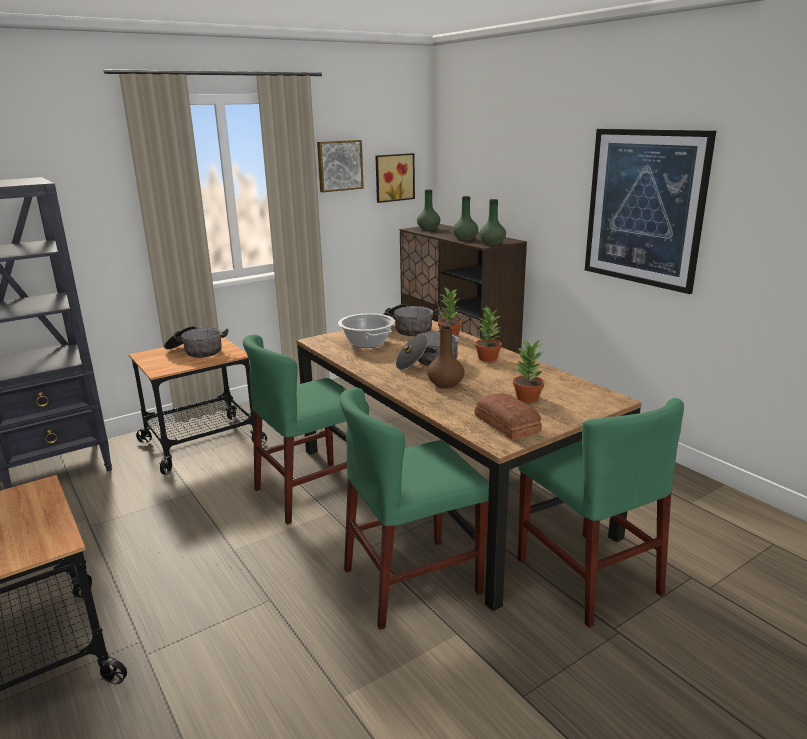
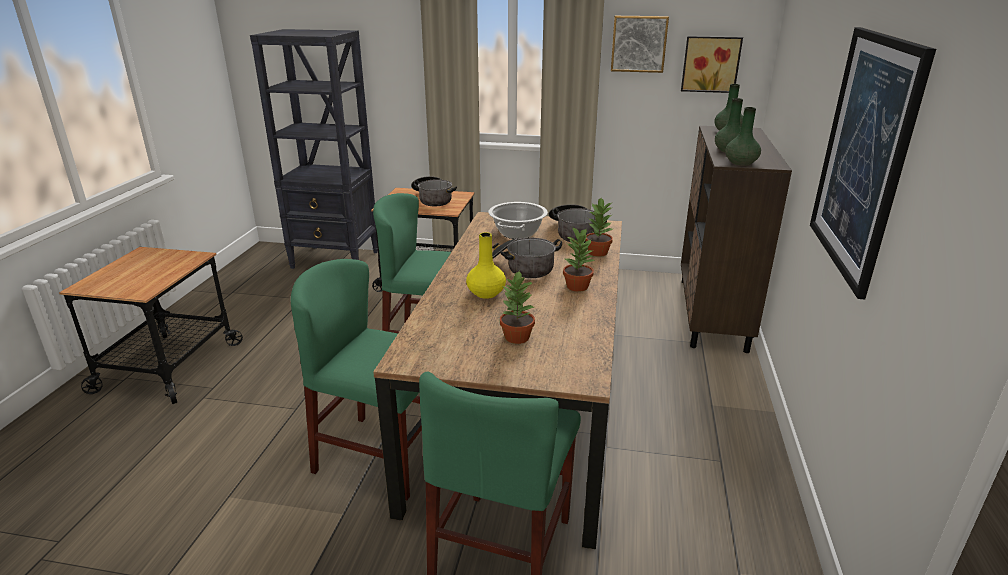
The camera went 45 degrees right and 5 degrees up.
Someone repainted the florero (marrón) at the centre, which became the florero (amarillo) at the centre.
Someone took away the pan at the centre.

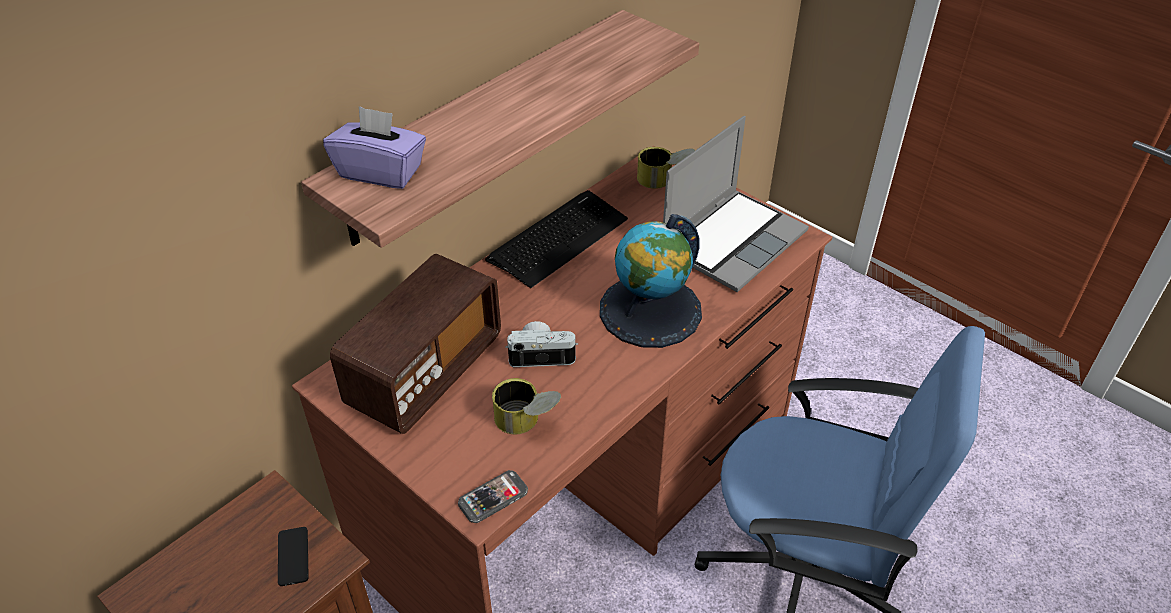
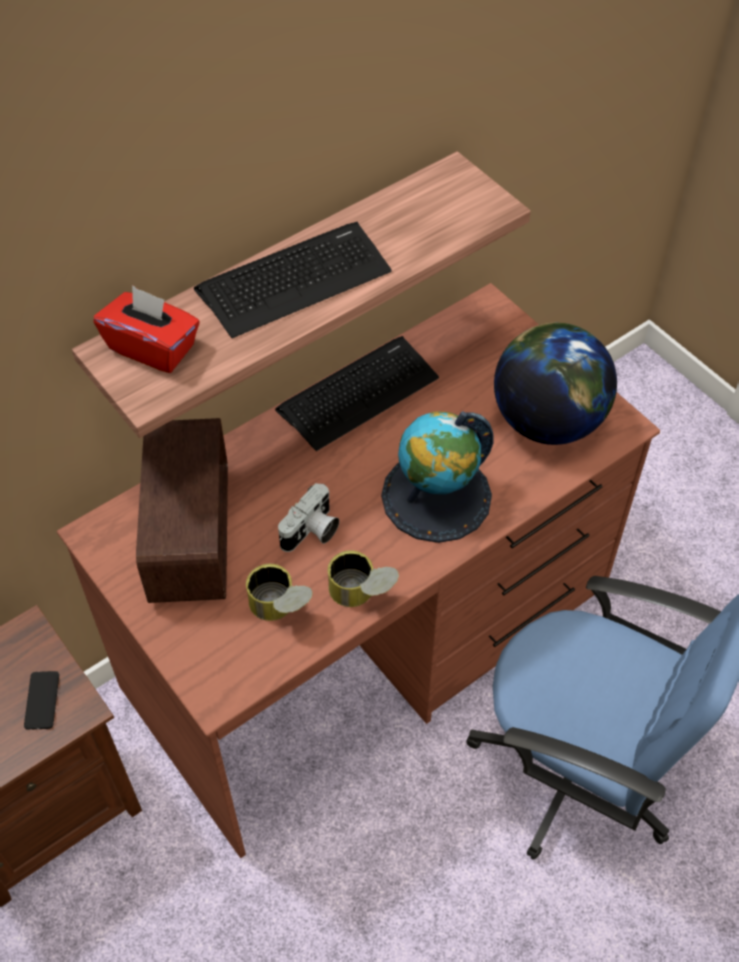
The camera went 10 degrees right and 10 degrees up.
Someone repainted the caja de pañuelos (morado) at the top left, which became the caja de pañuelos (rojo) at the middle left.
Someone rotated the radio at the centre by 45 degrees counterclockwise.
Someone put down the teclado (no. 1 from left) at the top centre.
Someone rotated the cámara at the centre by 120 degrees clockwise.
Someone carried the lata (no. 2 from left) from the top centre to the centre.
Someone swapped the portátil at the top centre for the globo terráqueo (no. 2 from left) at the middle right.
Someone took away the móvil (no. 2 from left) at the bottom centre.

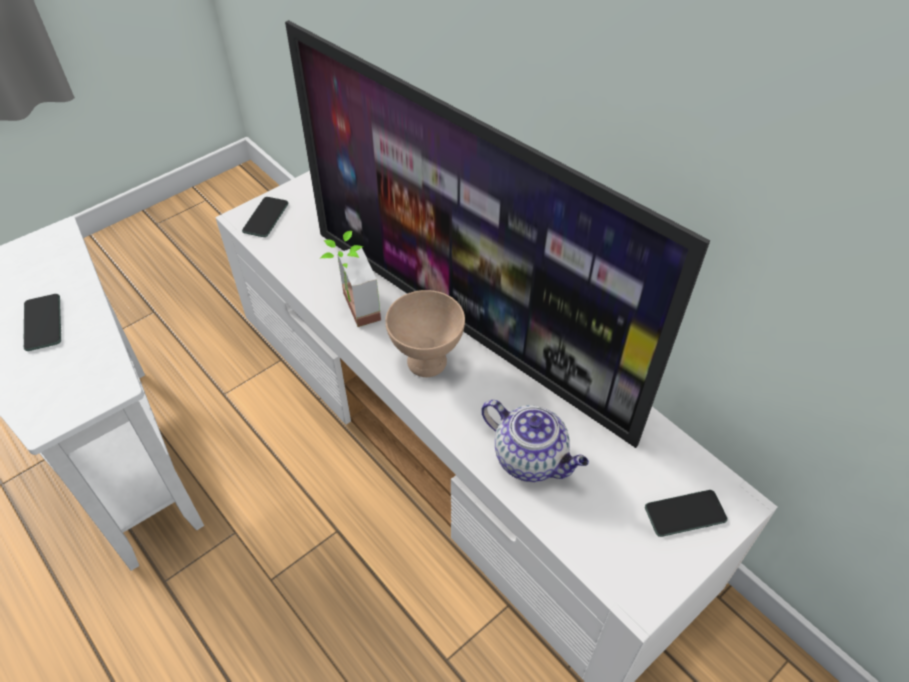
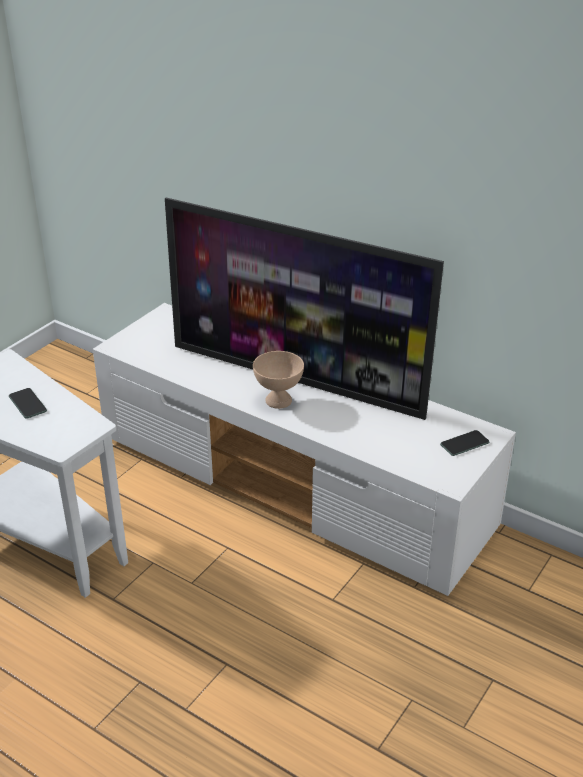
The camera went 15 degrees left and 15 degrees down.
Someone took away the móvil (no. 2 from left) at the top left.
Someone took away the planta en maceta at the centre.
Someone took away the tetera at the centre.

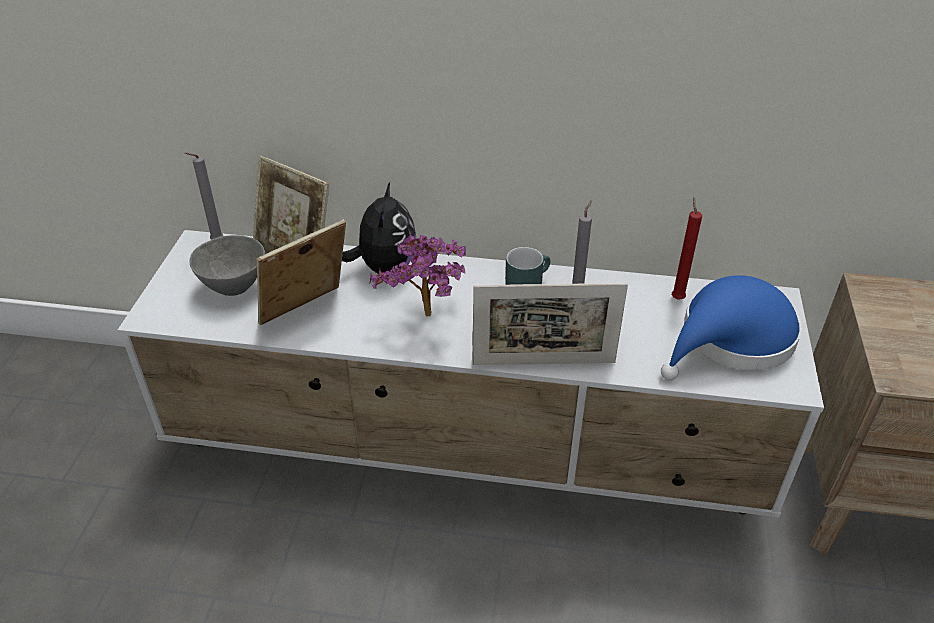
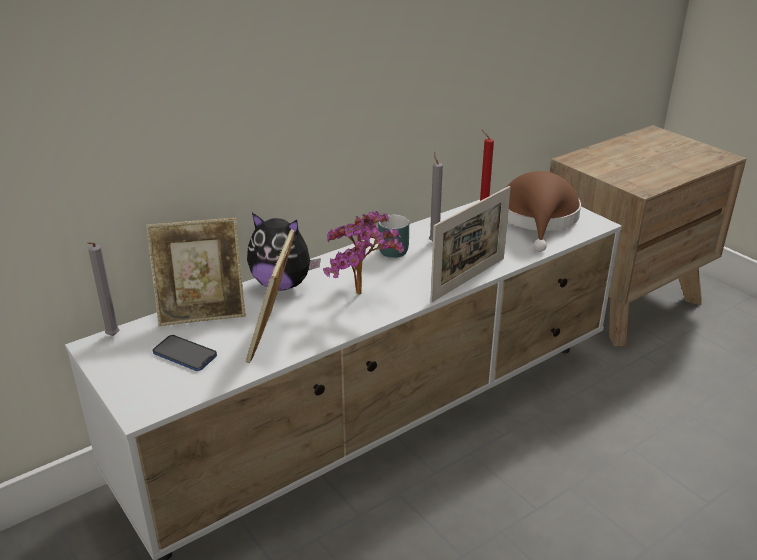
The camera went 45 degrees left and 10 degrees down.
Someone swapped the cuenco (gris) at the middle left for the móvil at the middle left.
Someone rotated the peluche at the centre by 150 degrees clockwise.
Someone repainted the sombrero (azul) at the middle right, which became the sombrero (marrón) at the middle right.

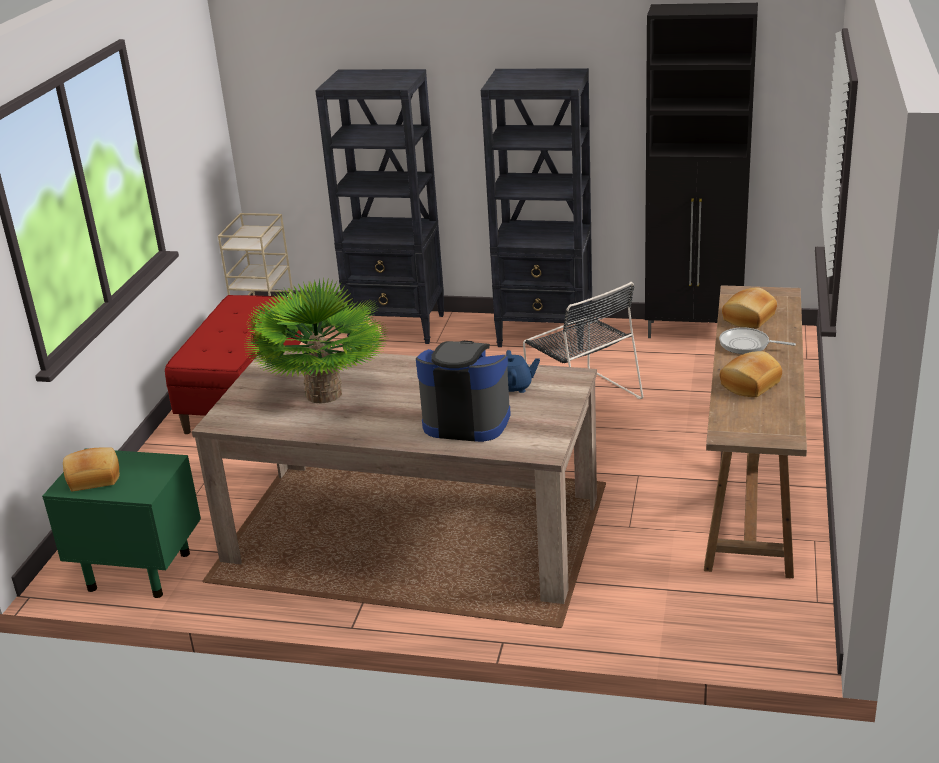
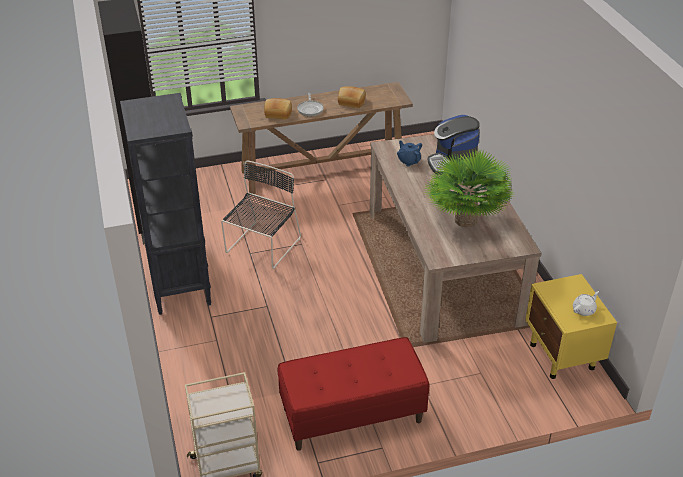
The camera went 120 degrees left and 10 degrees up.
Someone repainted the mesita de noche (verde) at the bottom left, which became the mesita de noche (amarillo) at the bottom right.
Someone swapped the pan (no. 1 from left) at the middle left for the tetera (blanco) at the middle right.
Someone took away the estantería (negro) (no. 1 from left) at the top centre.

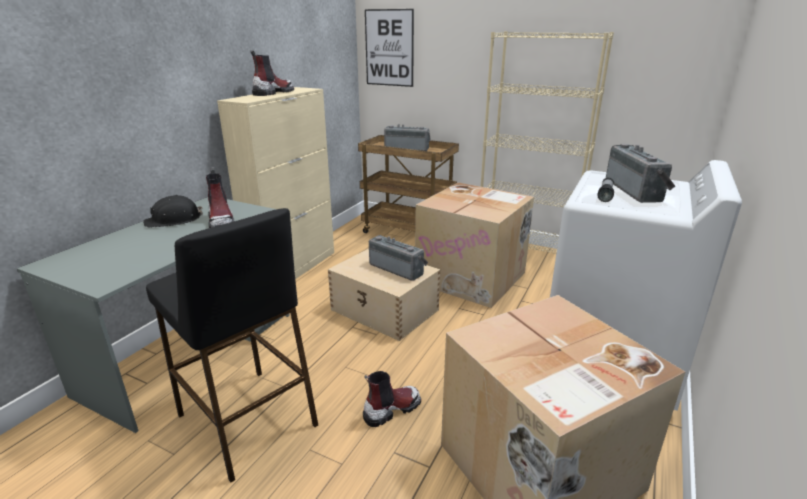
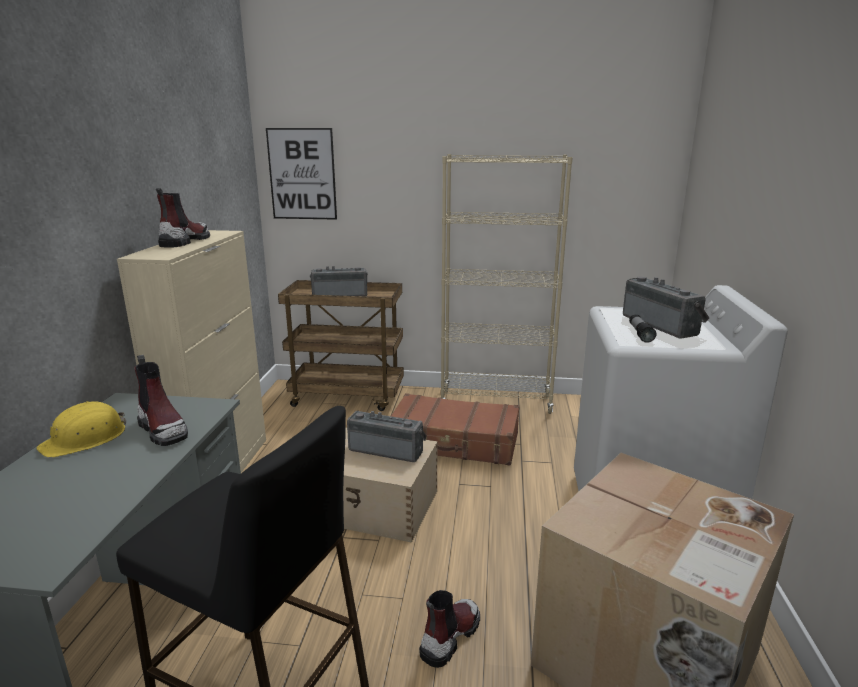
The camera went 20 degrees left and 5 degrees down.
Someone repainted the casco (negro) at the middle left, which became the casco (amarillo) at the middle left.
Someone swapped the caja de cartón (no. 1 from left) at the centre for the maleta (marrón) at the centre.

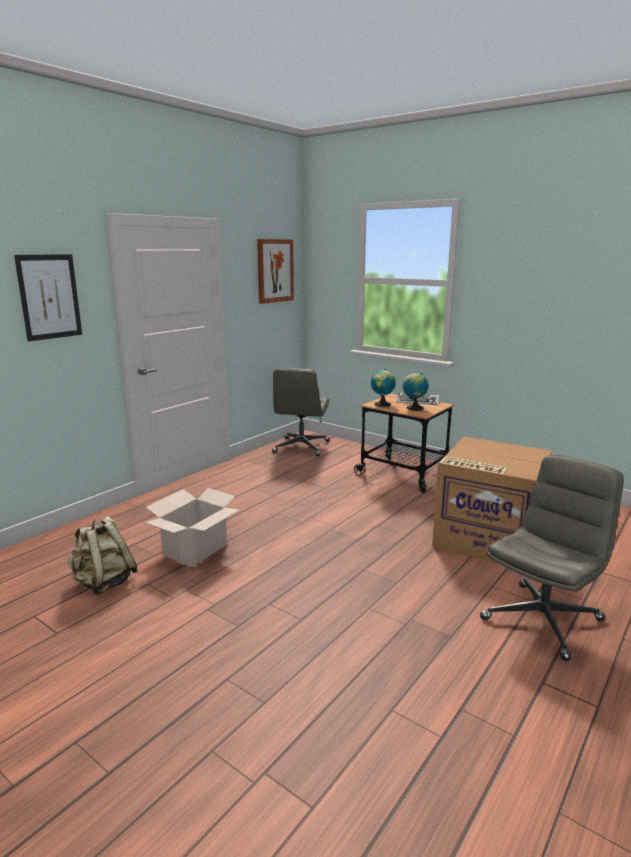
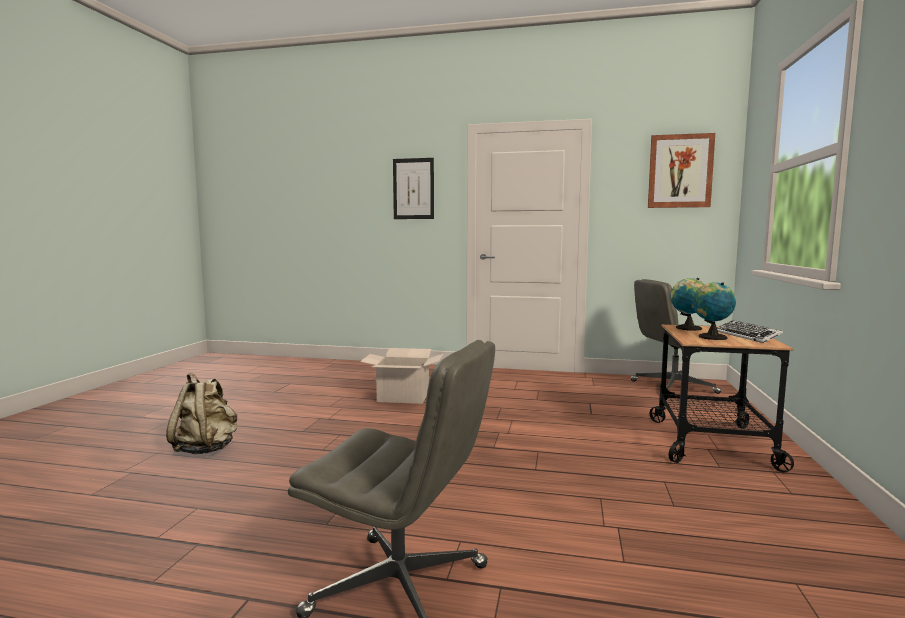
The camera went 65 degrees right and 10 degrees down.
Someone carried the mochila (beis) from the middle left to the bottom left.
Someone took away the caja de cartón (no. 2 from left) at the middle right.

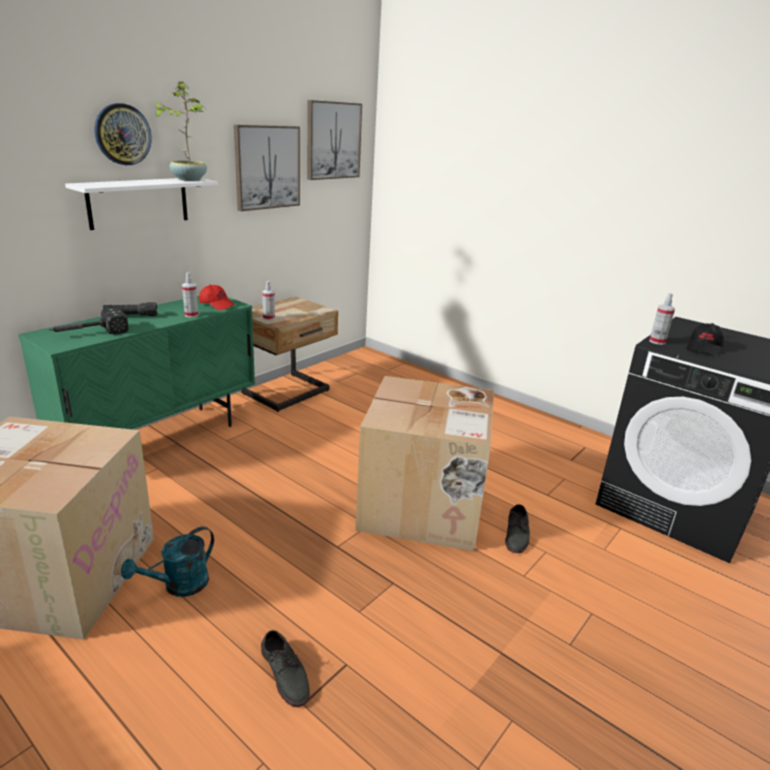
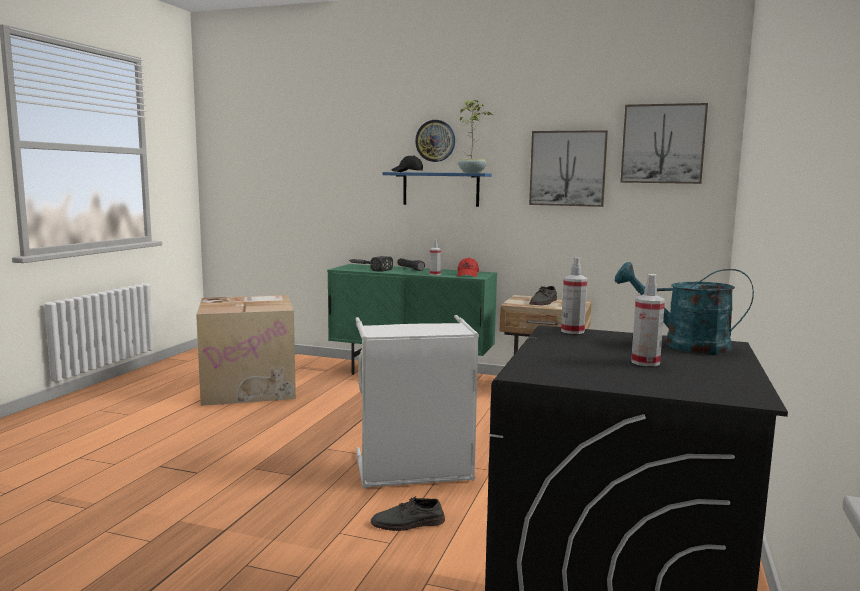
The camera went 70 degrees right and 15 degrees down.
Someone swapped the caja de cartón (no. 2 from left) at the centre for the cesto de la ropa (gris) at the bottom centre.
Someone repainted the estante (blanco) at the top left, which became the estante (azul) at the top centre.
Someone carried the gorra (negro) from the middle right to the top centre.
Someone carried the zapato (gris) (no. 1 from left in the first image) from the bottom centre to the centre.
Someone carried the regadera (turquesa) from the bottom left to the middle right.
Someone carried the pulverizador (no. 2 from left in the first image) from the centre to the middle right.

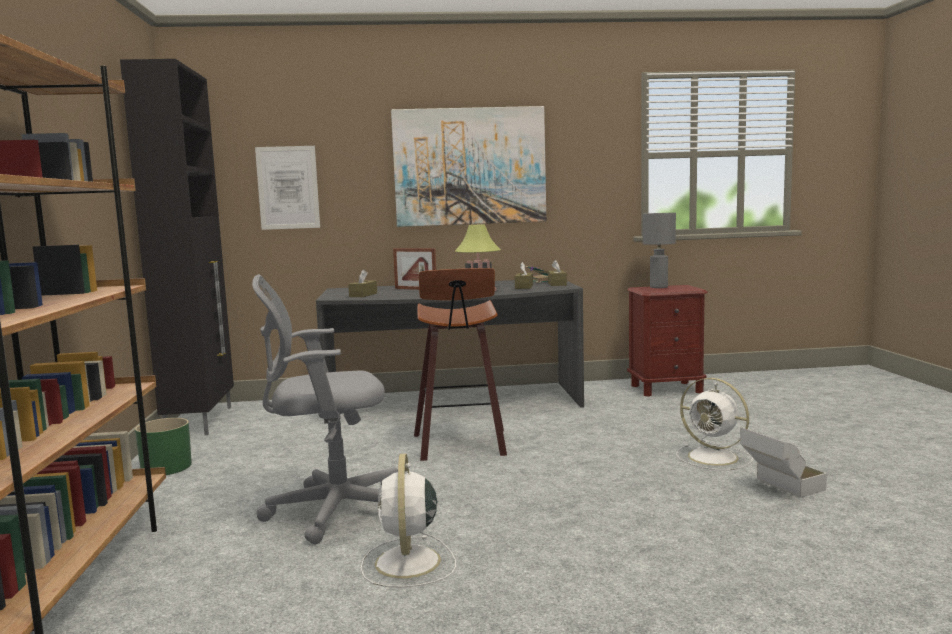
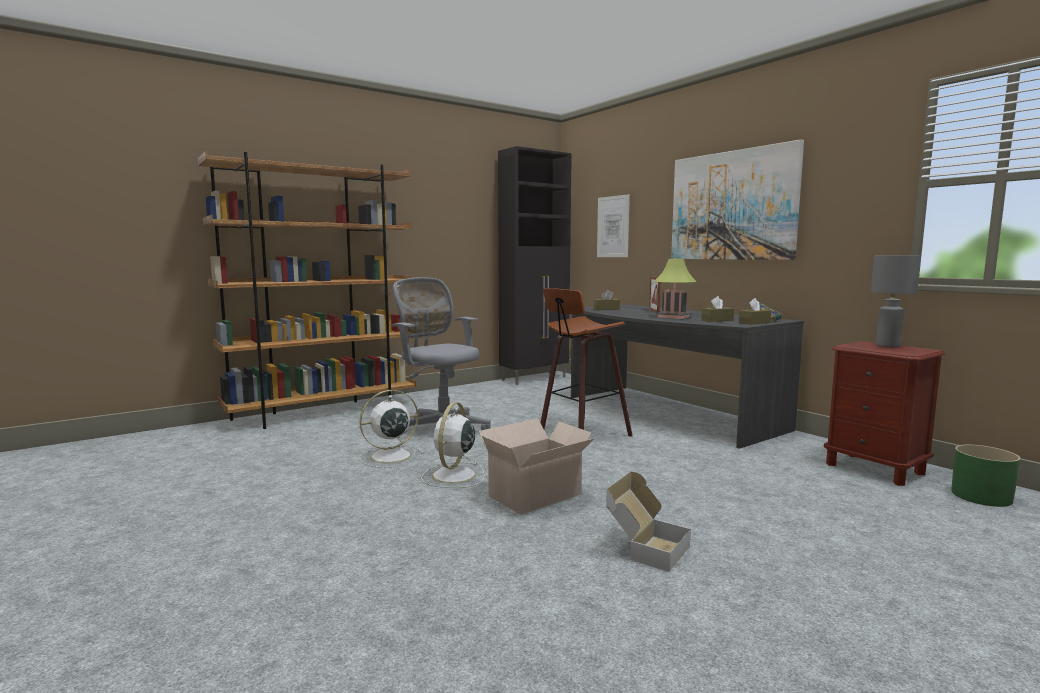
The camera went 60 degrees right and 0 degrees up.
Someone carried the ventilador (blanco) (no. 2 from left) from the bottom right to the centre.
Someone put down the caja de cartón (no. 1 from left) at the bottom centre.
Someone carried the maceta (verde) from the bottom left to the bottom right.

